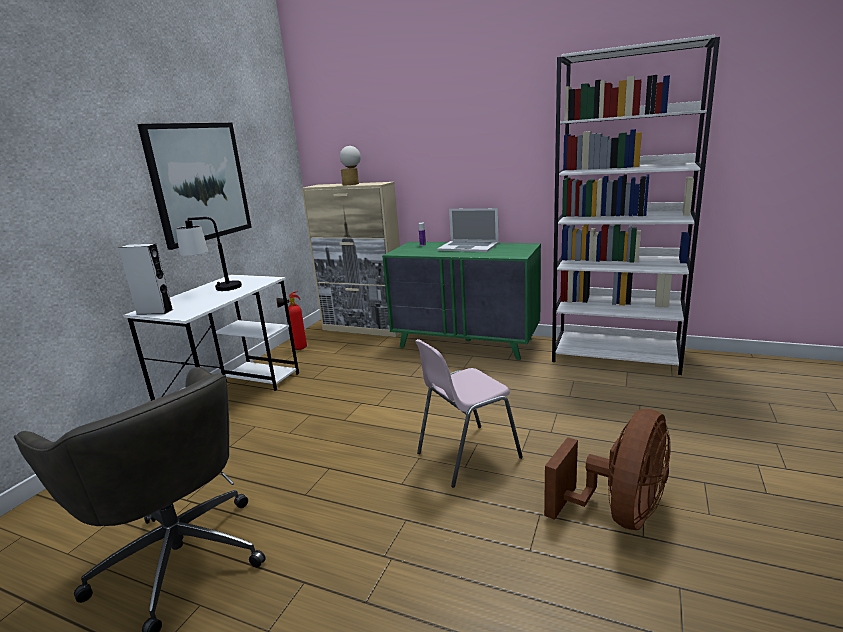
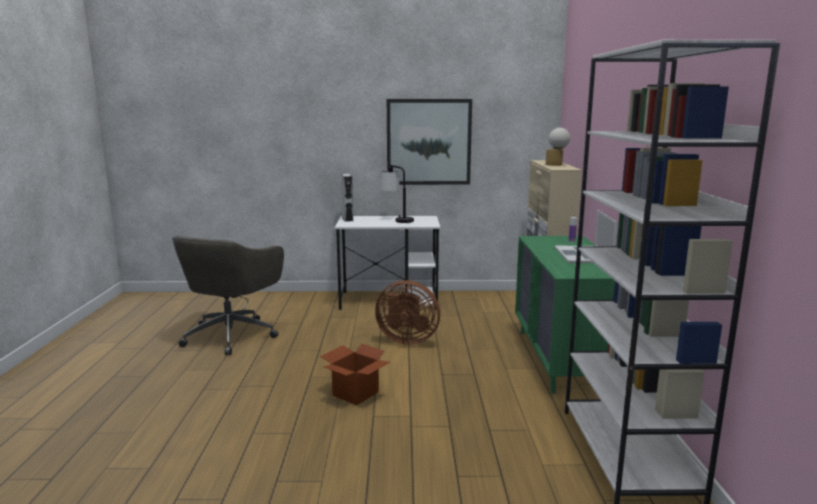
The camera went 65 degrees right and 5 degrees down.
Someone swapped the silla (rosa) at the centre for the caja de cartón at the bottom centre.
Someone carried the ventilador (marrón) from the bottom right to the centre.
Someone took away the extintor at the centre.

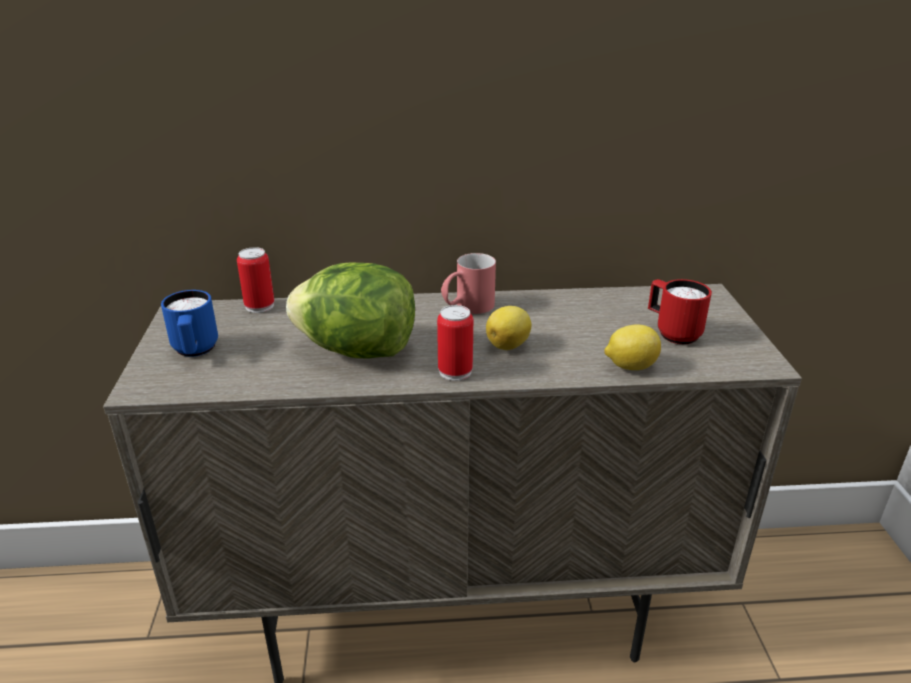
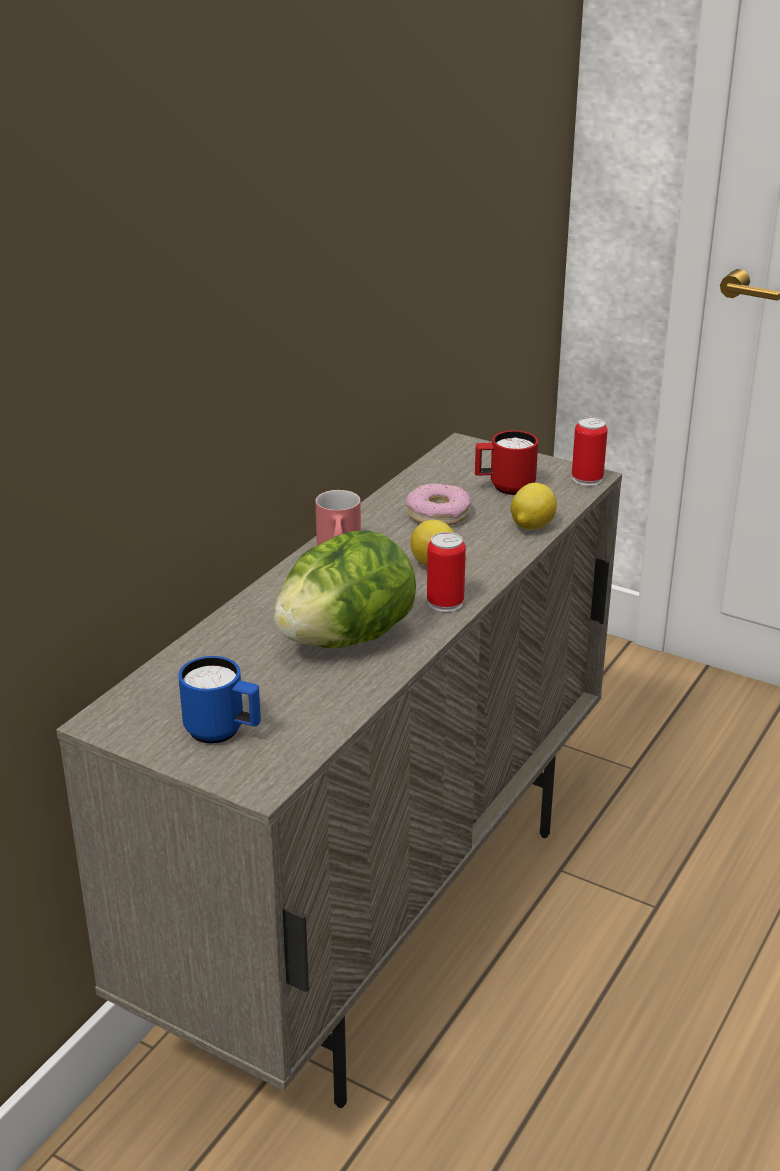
The camera went 55 degrees left and 0 degrees up.
Someone put down the rosquilla at the centre.
Someone carried the lata (no. 1 from left in the first image) from the middle left to the middle right.

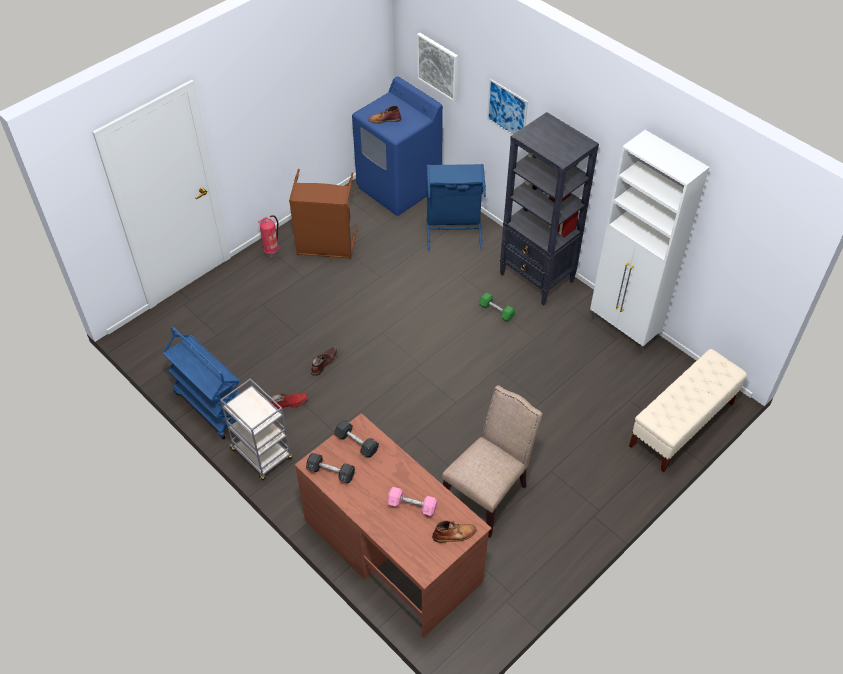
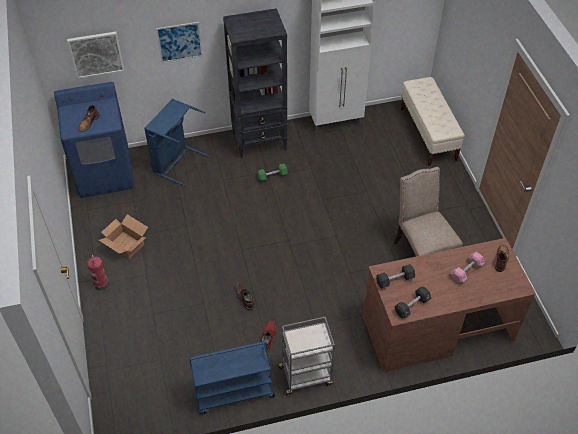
The camera went 60 degrees left and 0 degrees up.
Someone swapped the cesto de la ropa (marrón) at the top centre for the caja de cartón at the middle left.

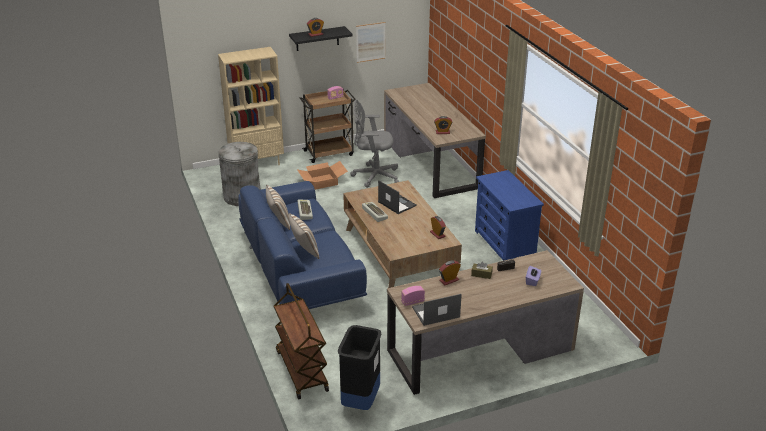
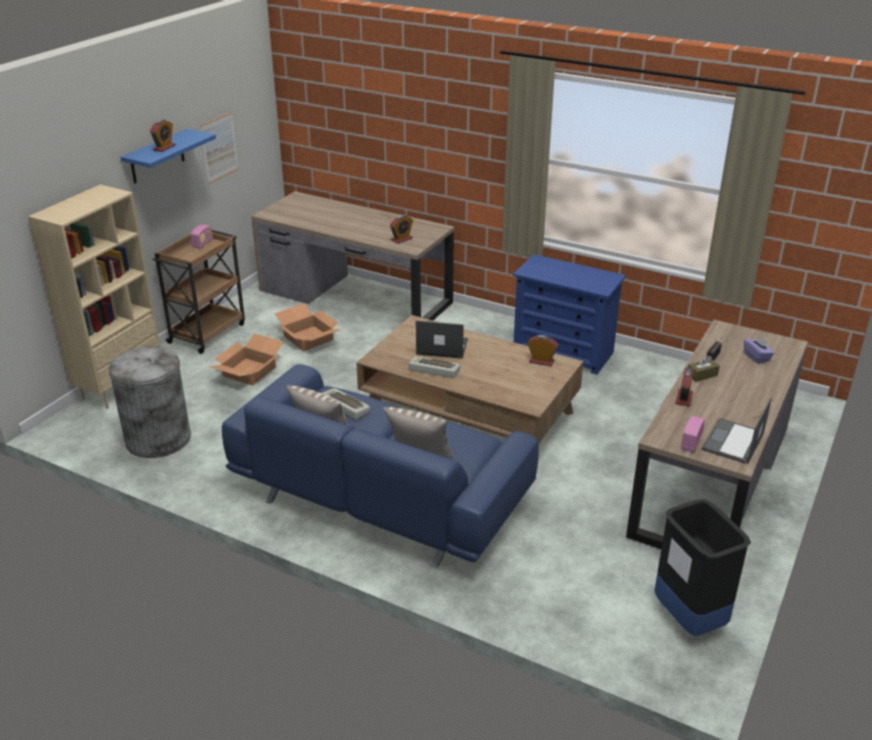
The camera went 40 degrees left and 0 degrees up.
Someone repainted the estante (negro) at the top centre, which became the estante (azul) at the top left.
Someone swapped the silla de oficina (gris) at the centre for the caja de cartón (no. 2 from left) at the centre.
Someone took away the carrito (marrón) (no. 1 from left) at the bottom centre.

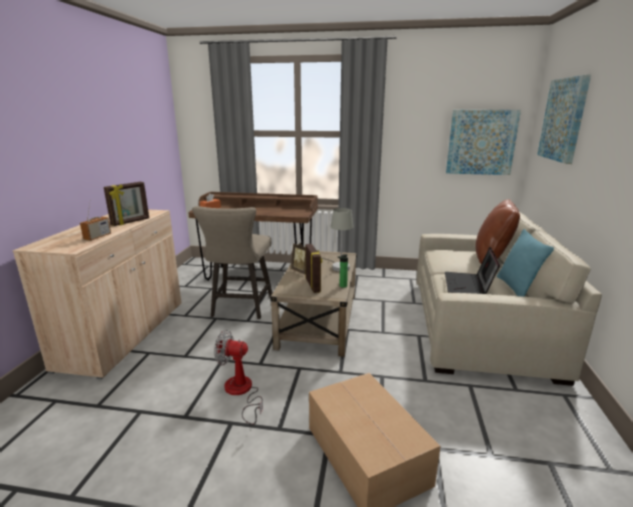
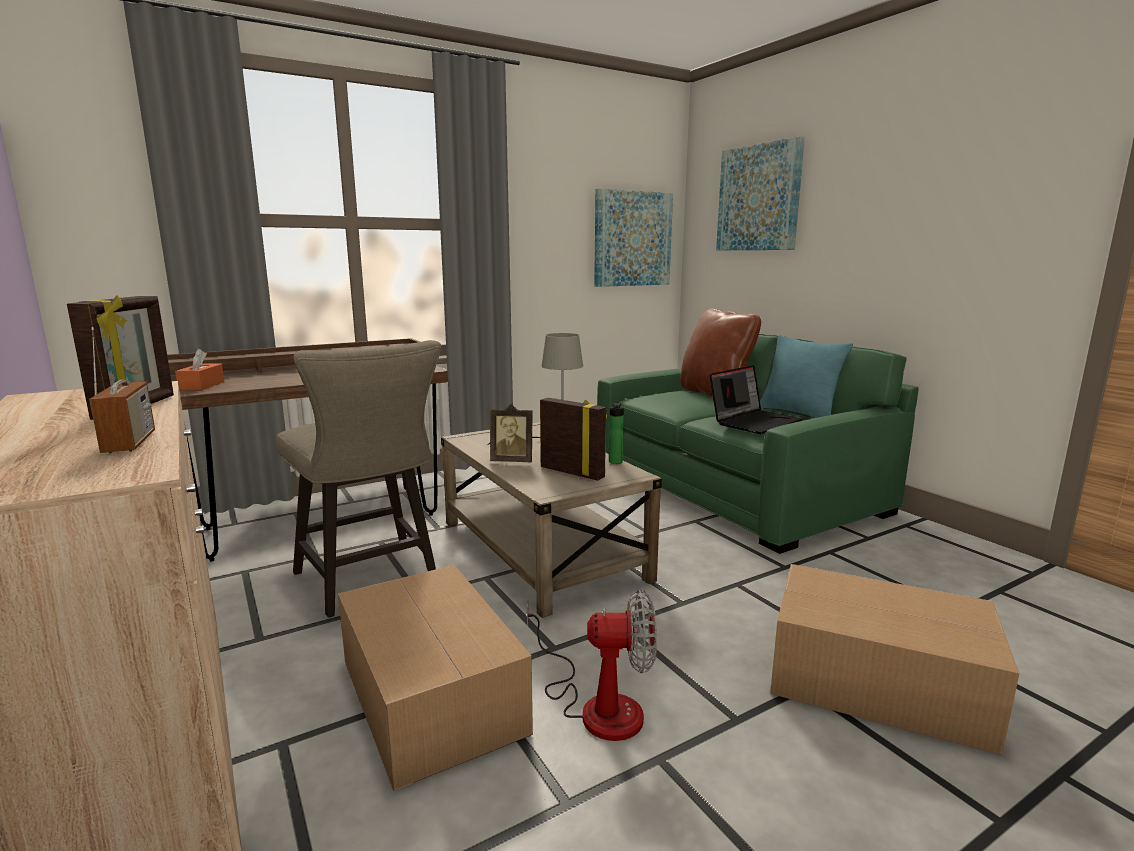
The camera went 40 degrees left and 5 degrees down.
Someone put down the caja de cartón (no. 1 from left) at the bottom centre.
Someone rotated the ventilador at the bottom centre by 150 degrees counterclockwise.
Someone repainted the sofá (beis) at the middle right, which became the sofá (verde) at the middle right.
Someone rotated the portátil at the middle right by 105 degrees counterclockwise.

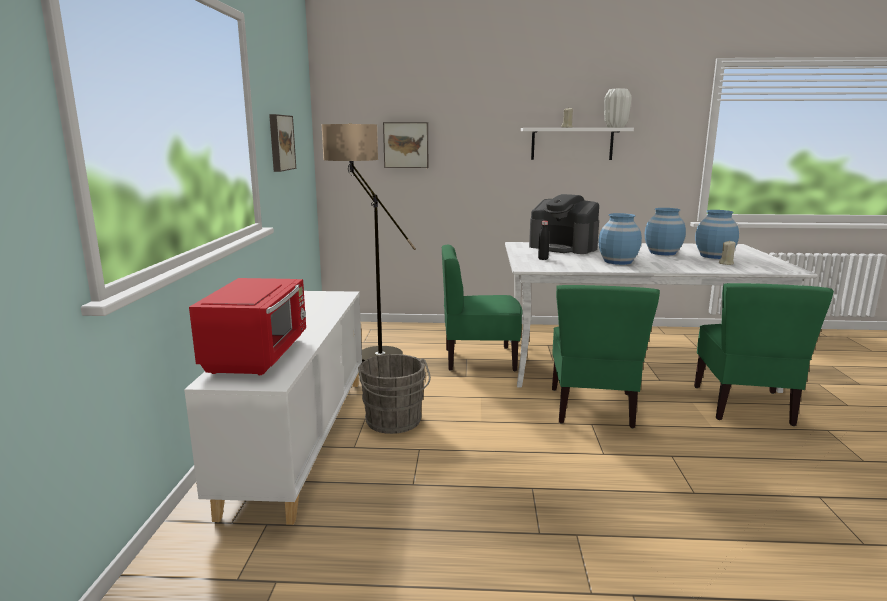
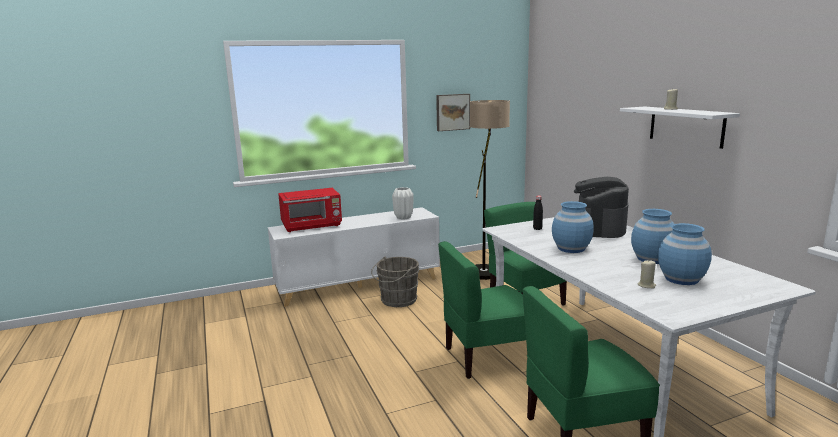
The camera went 65 degrees right and 0 degrees up.
Someone carried the florero (blanco) from the top right to the centre.
Someone took away the cuadro (no. 2 from left) at the top centre.

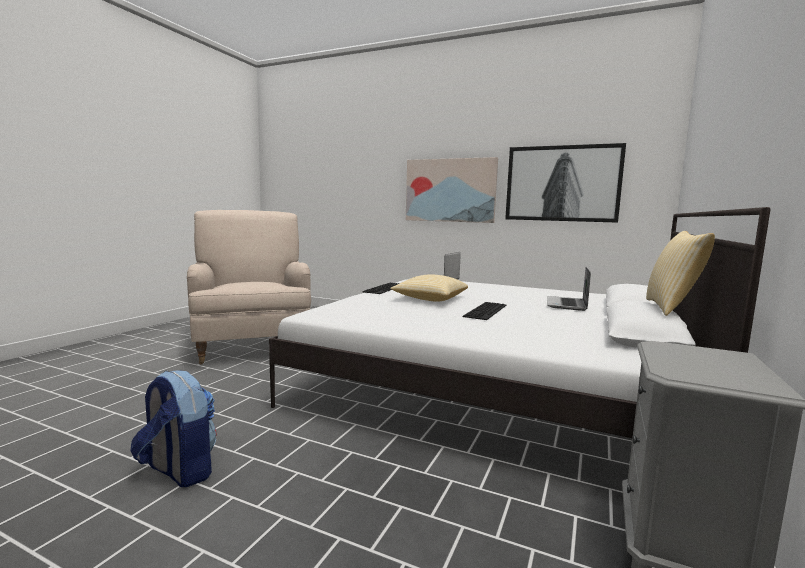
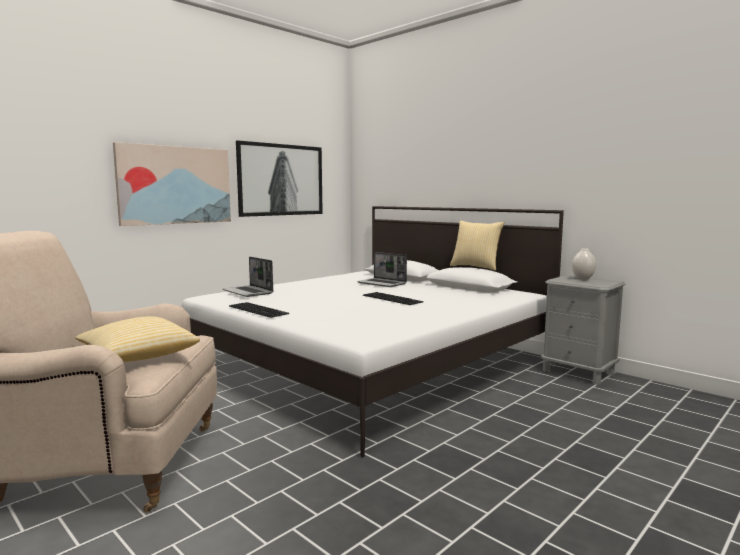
The camera went 70 degrees left and 0 degrees up.
Someone carried the cojín (no. 1 from left) from the centre to the middle left.
Someone put down the florero (blanco) at the middle right.
Someone took away the mochila at the bottom left.

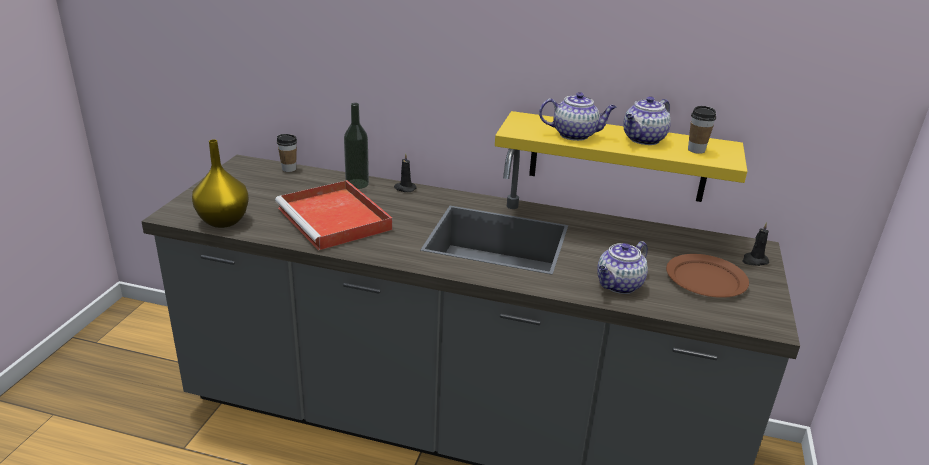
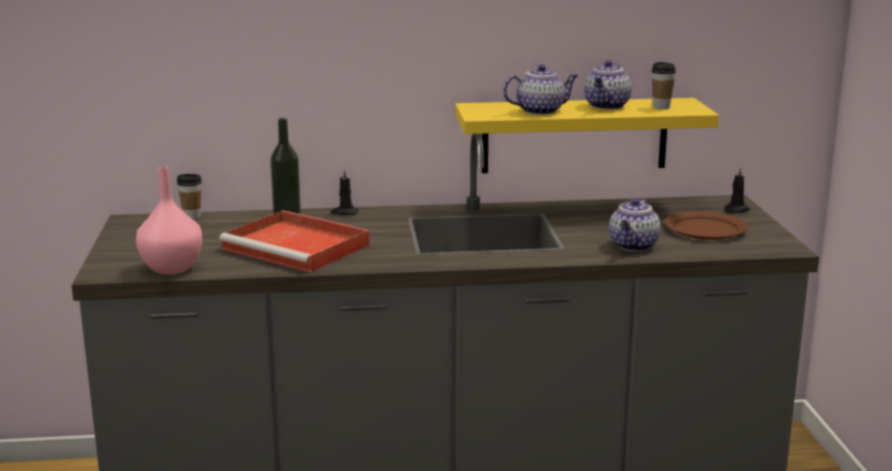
The camera went 20 degrees left and 10 degrees down.
Someone repainted the florero (amarillo) at the middle left, which became the florero (rosa) at the middle left.

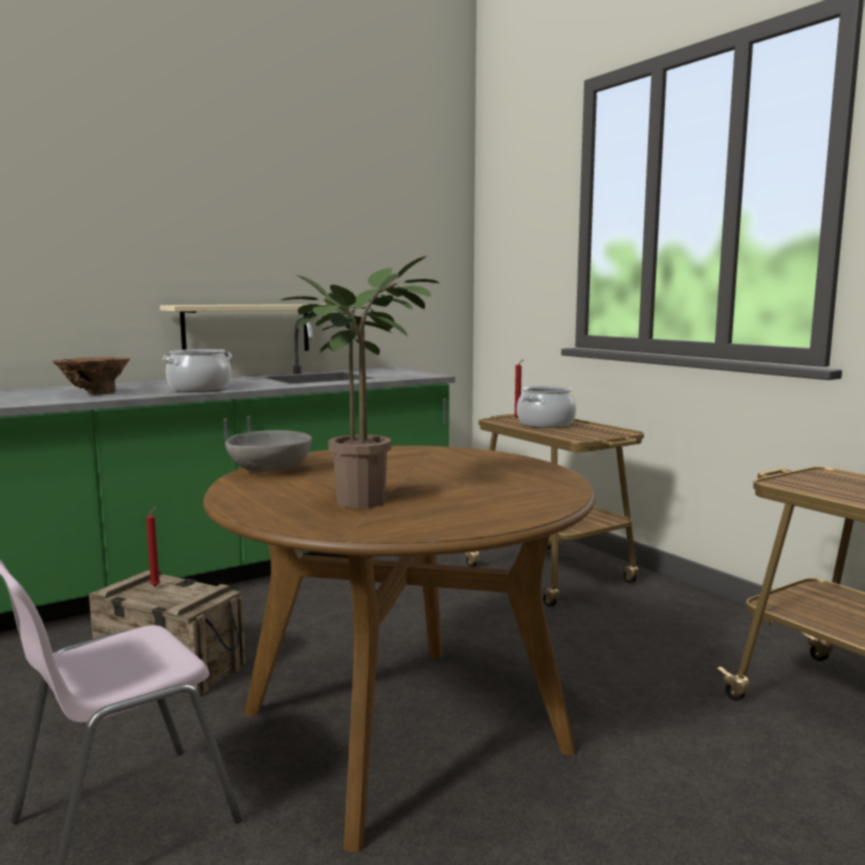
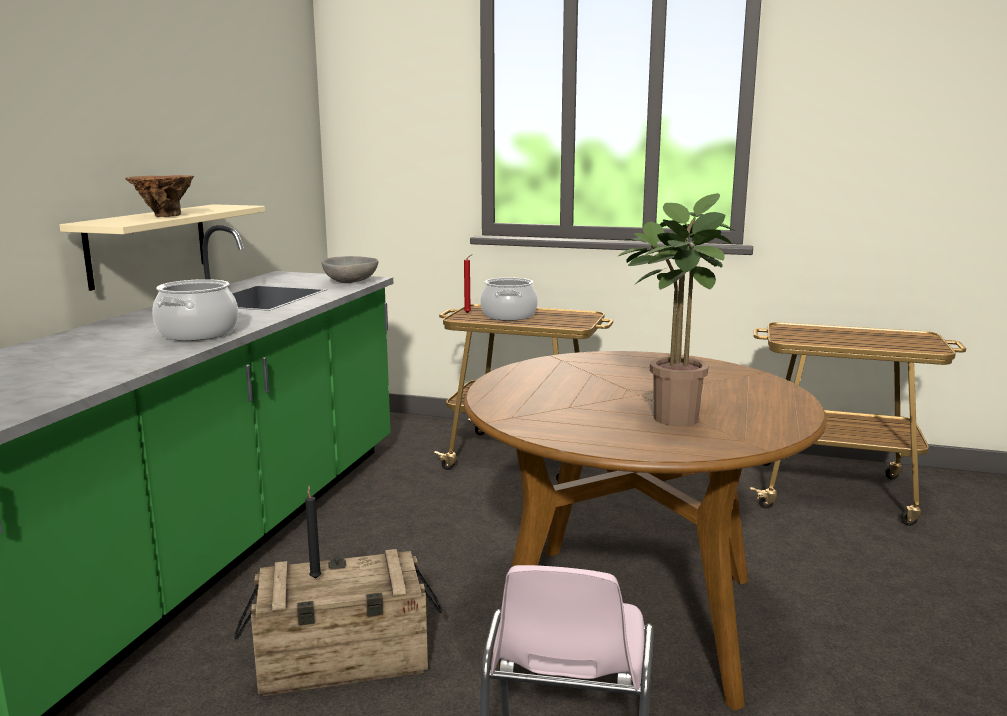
The camera went 40 degrees left and 5 degrees up.
Someone carried the florero (marrón) from the middle left to the top left.
Someone repainted the vela (rojo) (no. 1 from left) at the middle left, which became the vela (negro) at the bottom left.
Someone carried the cuenco (gris) from the middle left to the centre.

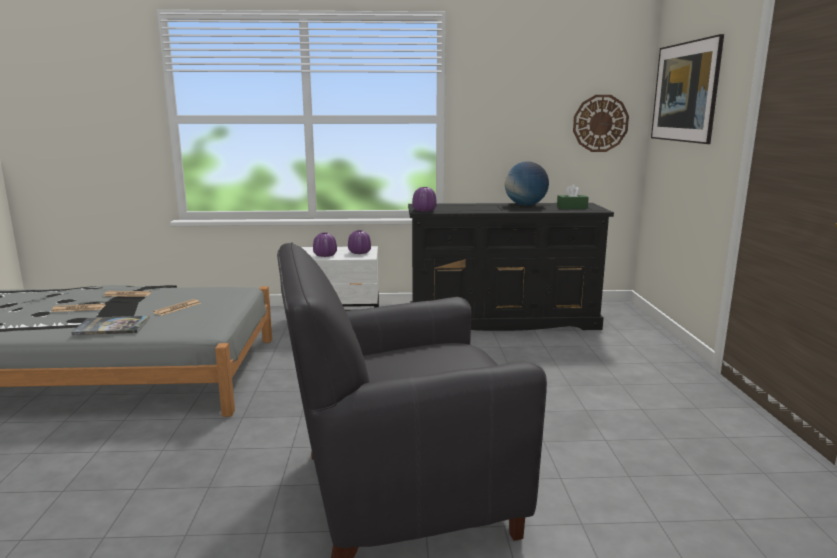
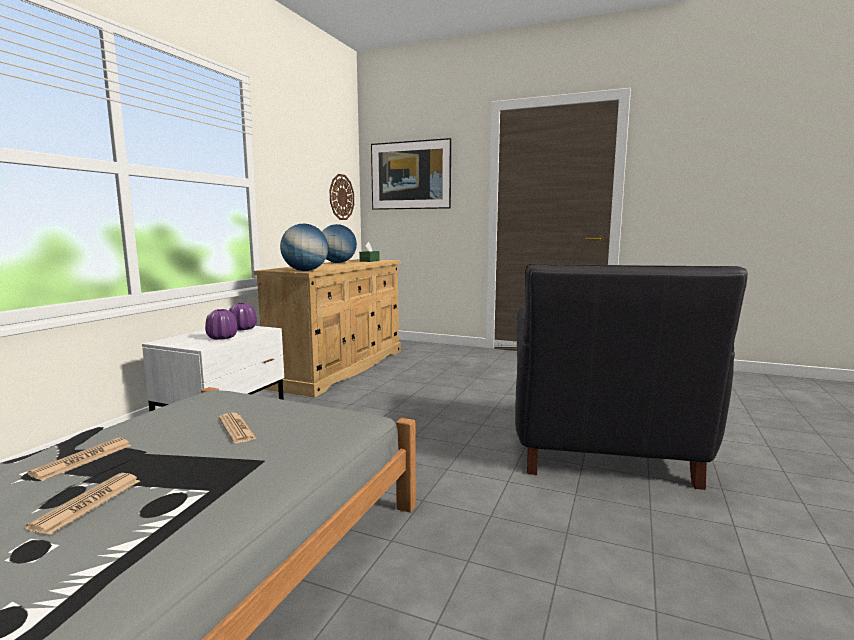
The camera went 65 degrees left and 5 degrees down.
Someone repainted the cómoda (negro) at the centre, which became the cómoda (beis) at the centre.
Someone swapped the florero (morado) (no. 3 from left) at the centre for the globo terráqueo (no. 1 from left) at the centre.
Someone took away the libro at the middle left.

